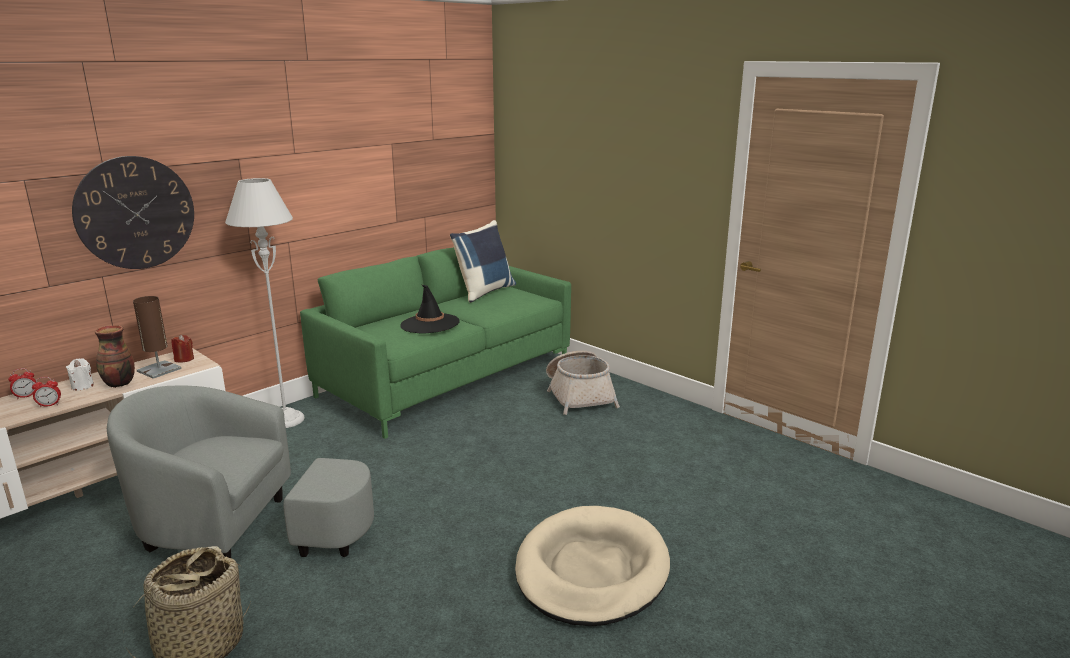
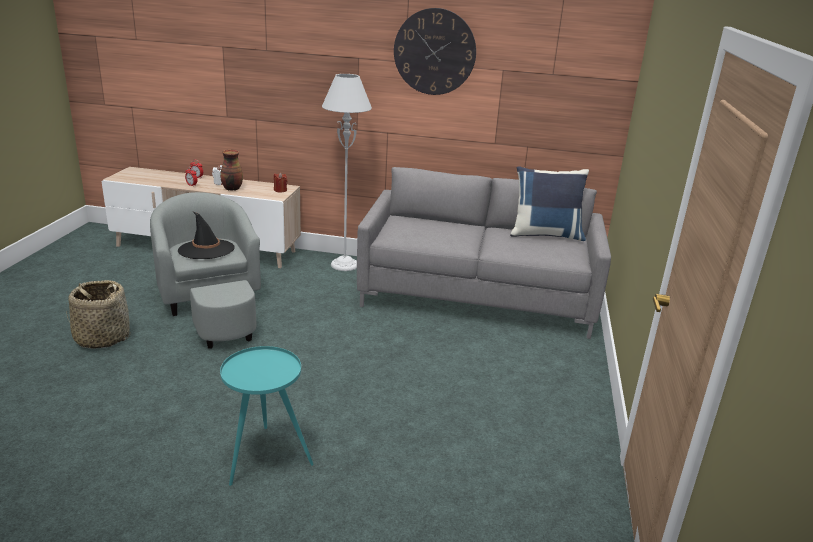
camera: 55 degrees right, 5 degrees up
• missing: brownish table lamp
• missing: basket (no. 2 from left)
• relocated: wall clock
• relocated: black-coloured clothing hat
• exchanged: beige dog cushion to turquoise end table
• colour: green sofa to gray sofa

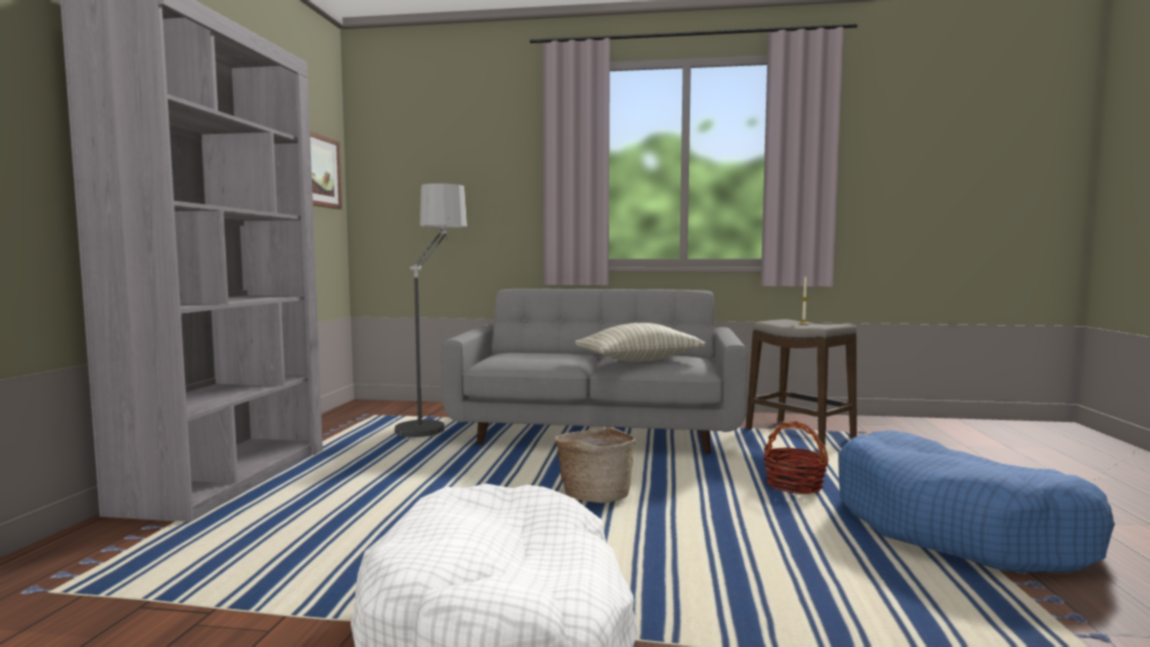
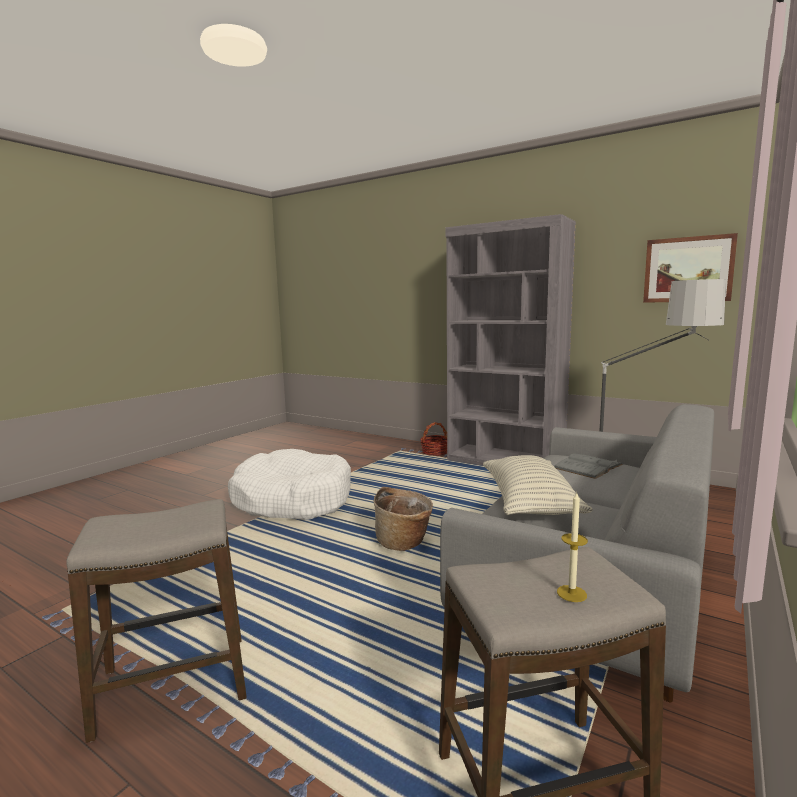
camera: 115 degrees right, 5 degrees up
• appeared: gray book
• relocated: basket (no. 2 from left)
• exchanged: blue dog cushion to stool seat (no. 1 from left)

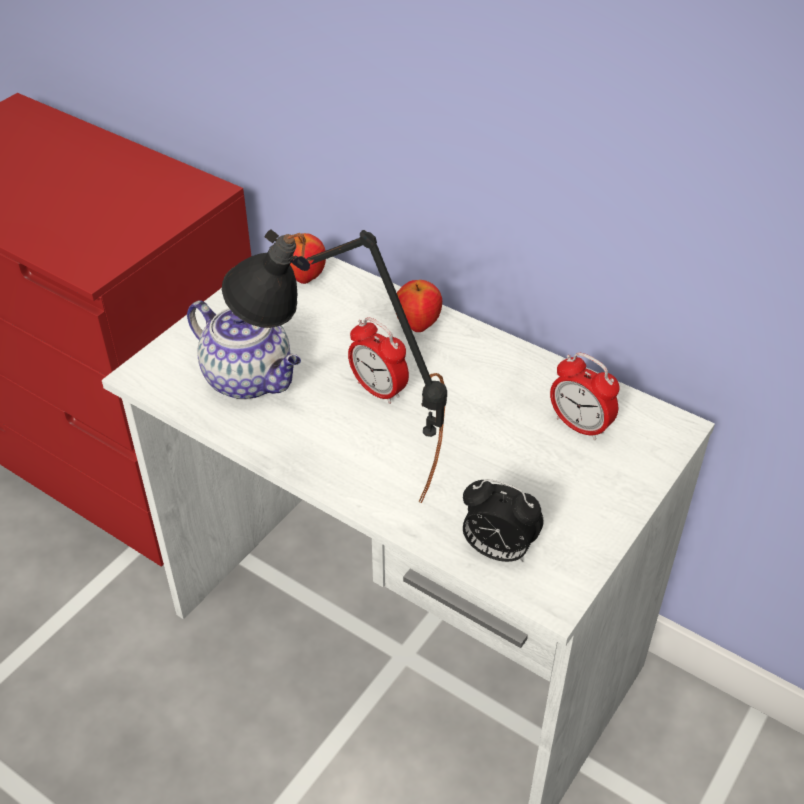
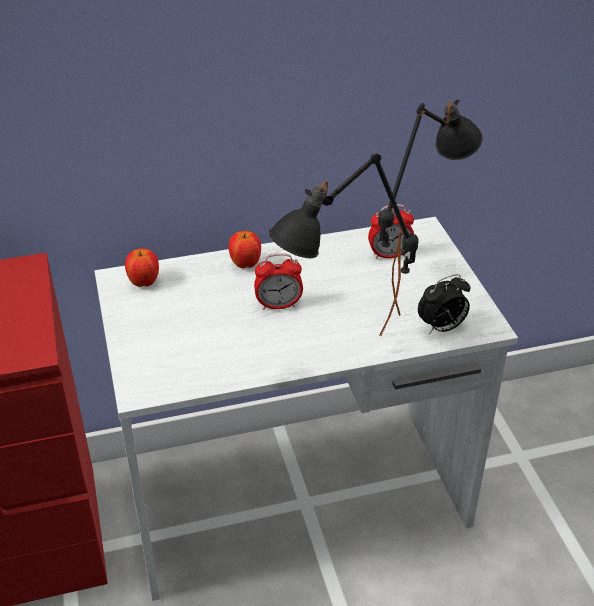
camera: 50 degrees left, 5 degrees down
• missing: pot for tea
• appeared: black-coloured table lamp (no. 2 from left)

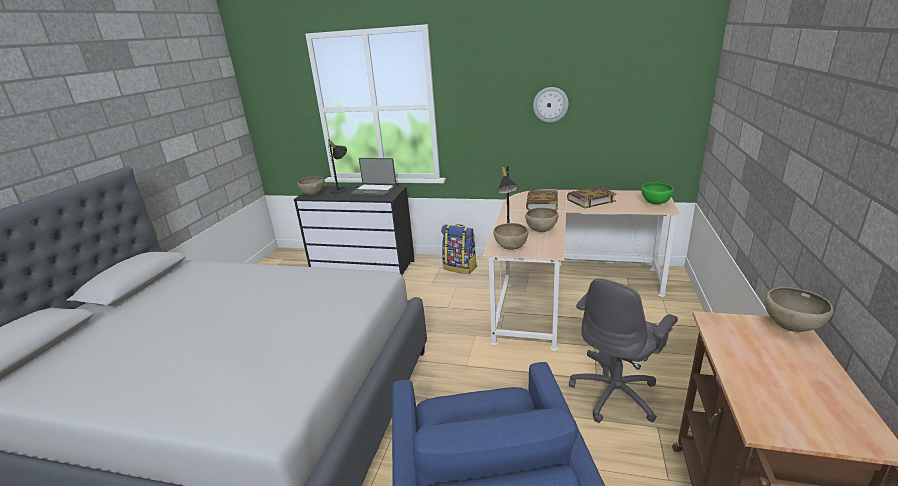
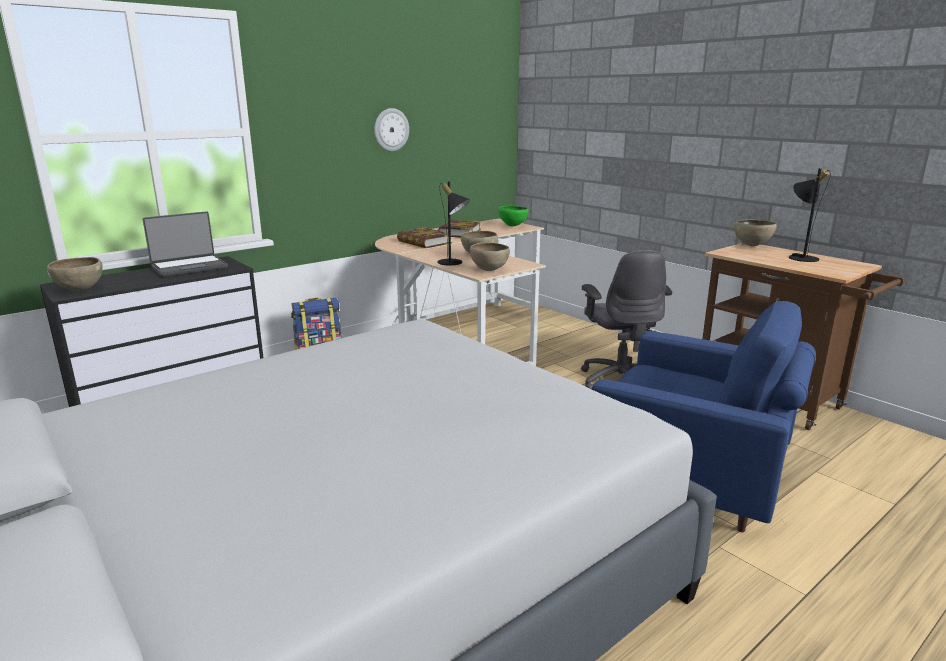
camera: 55 degrees left, 5 degrees down
• relocated: black-coloured table lamp (no. 1 from left in the first image) to black-coloured table lamp (no. 2 from left)

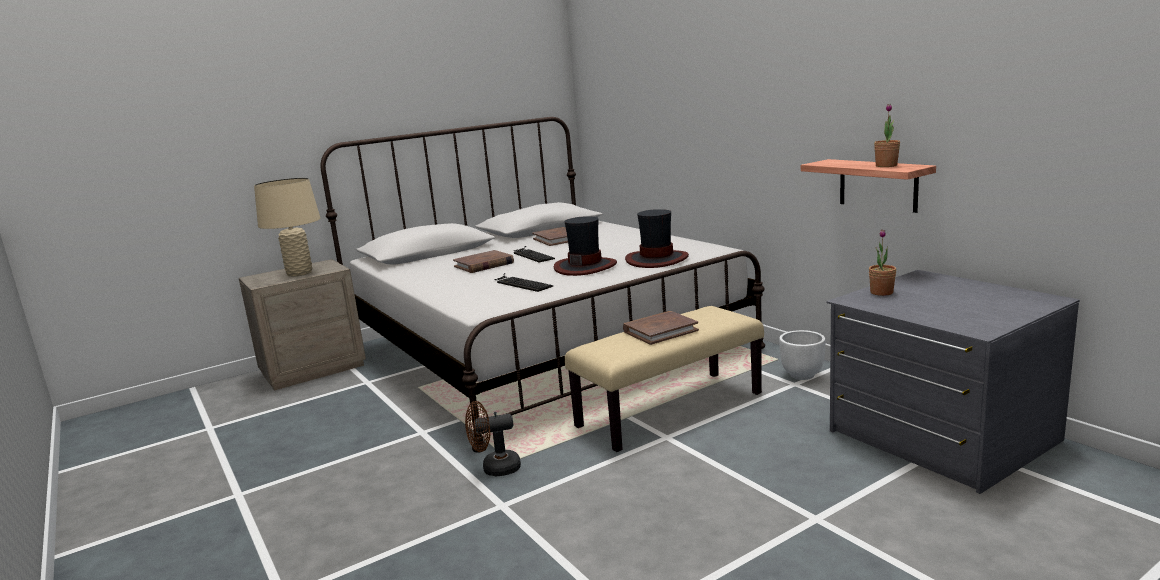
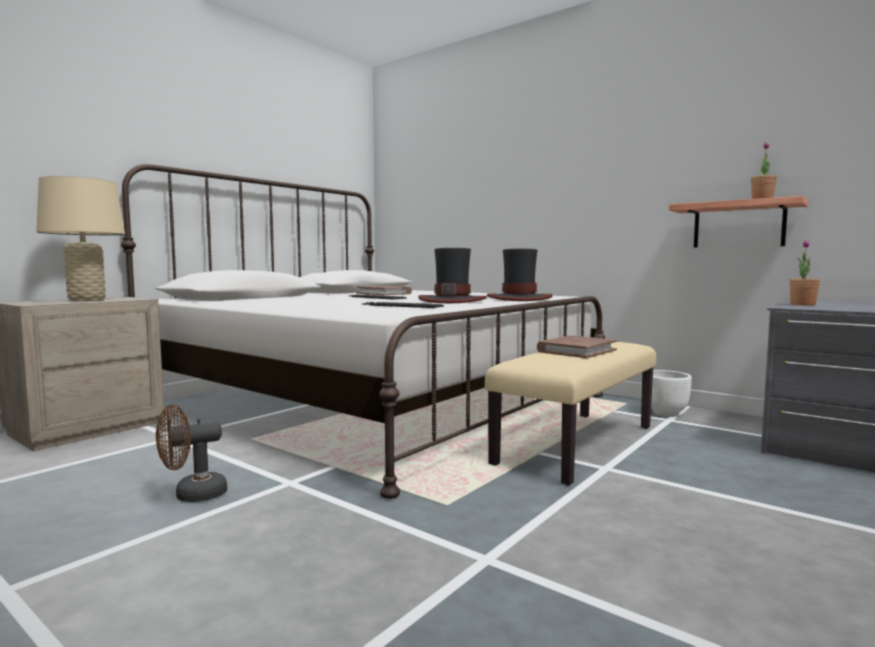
camera: 20 degrees left, 10 degrees down
• missing: brownish book (no. 1 from left)
• relocated: brownish fan

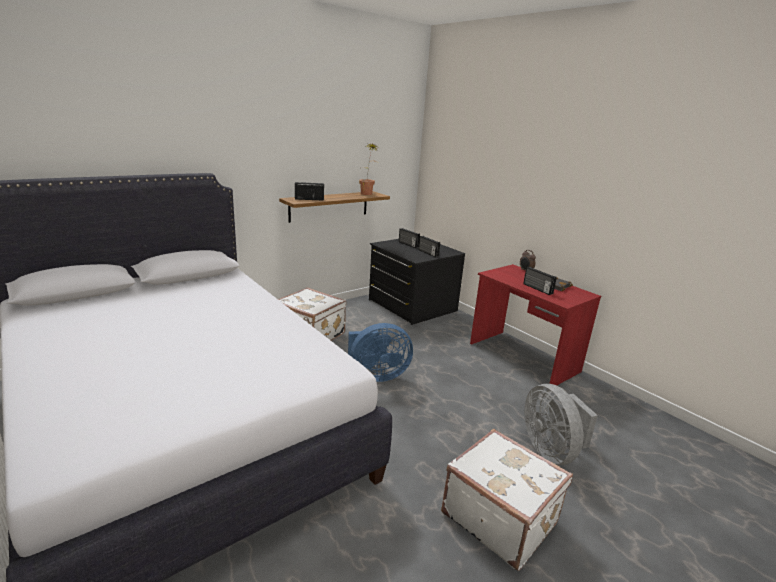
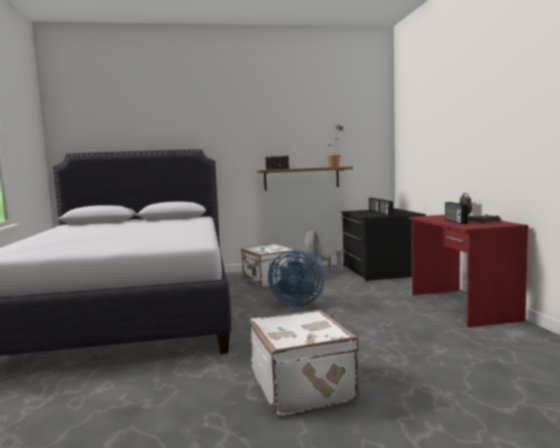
camera: 30 degrees right, 15 degrees down
• relocated: gray fan

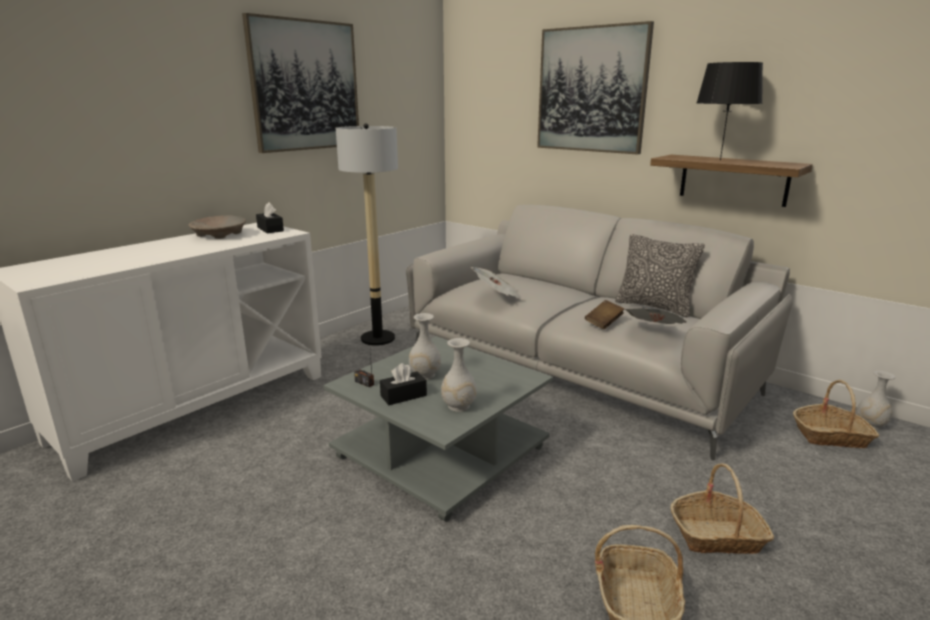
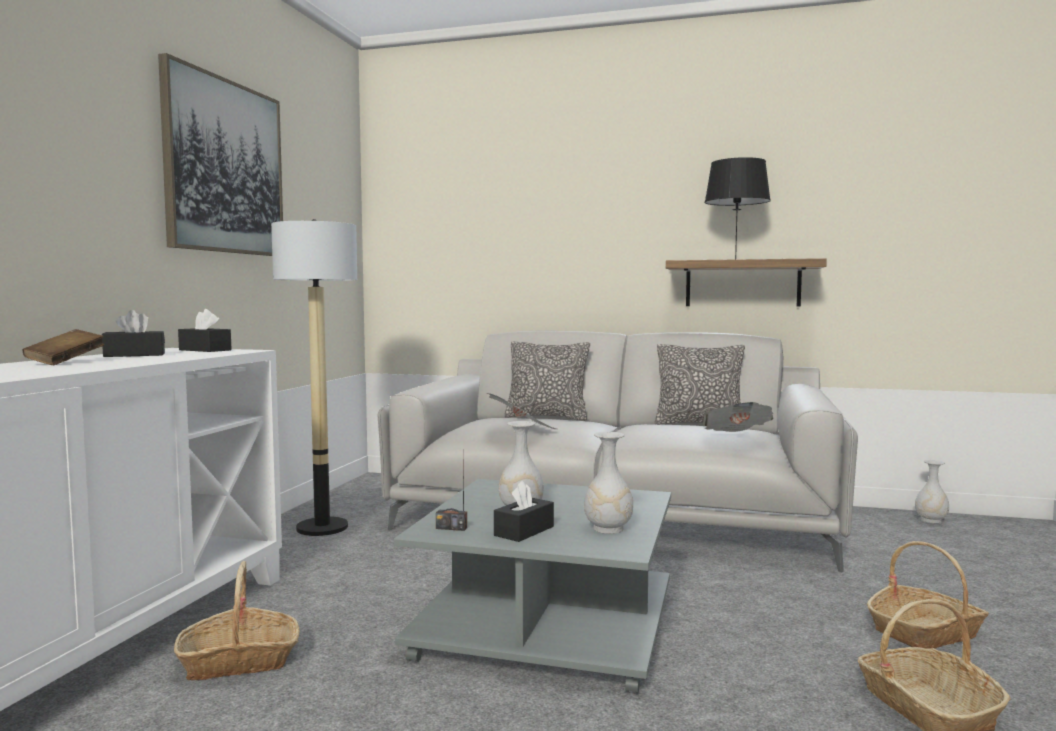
camera: 25 degrees left, 15 degrees down
• missing: wall art (no. 2 from left)
• appeared: cushion (no. 1 from left)
• relocated: brownish book
• relocated: basket (no. 3 from left in the first image) to basket (no. 1 from left)
• exchanged: beige serving bowl to black-coloured box of tissues (no. 1 from left)

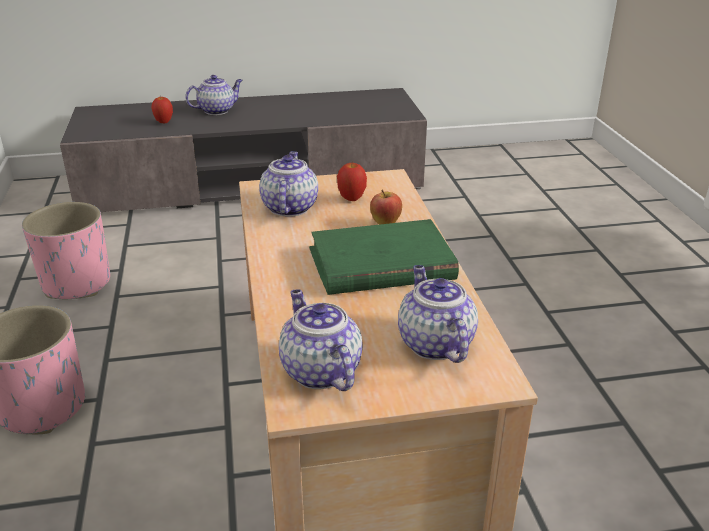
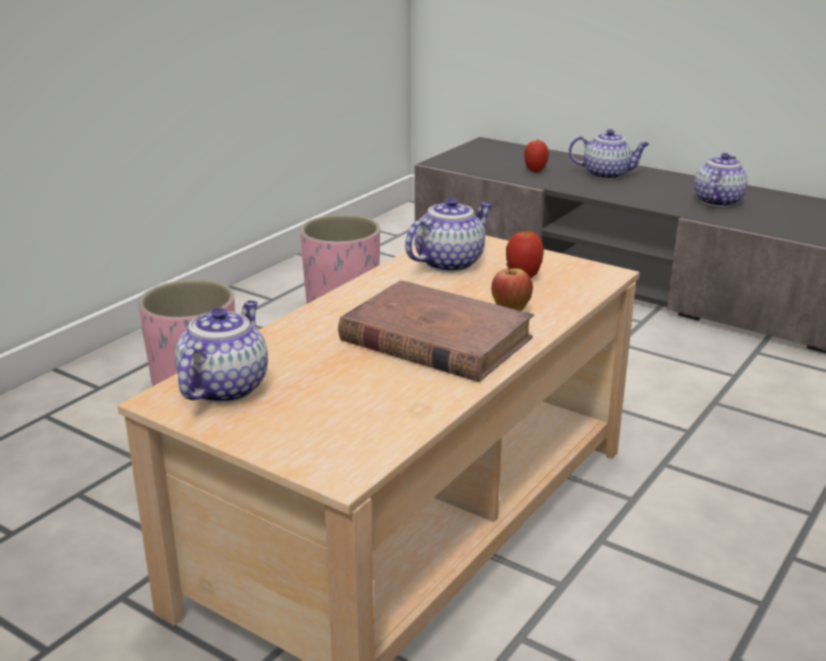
camera: 45 degrees right, 5 degrees down
• relocated: pot for tea (no. 4 from left)
• colour: green book to brownish book

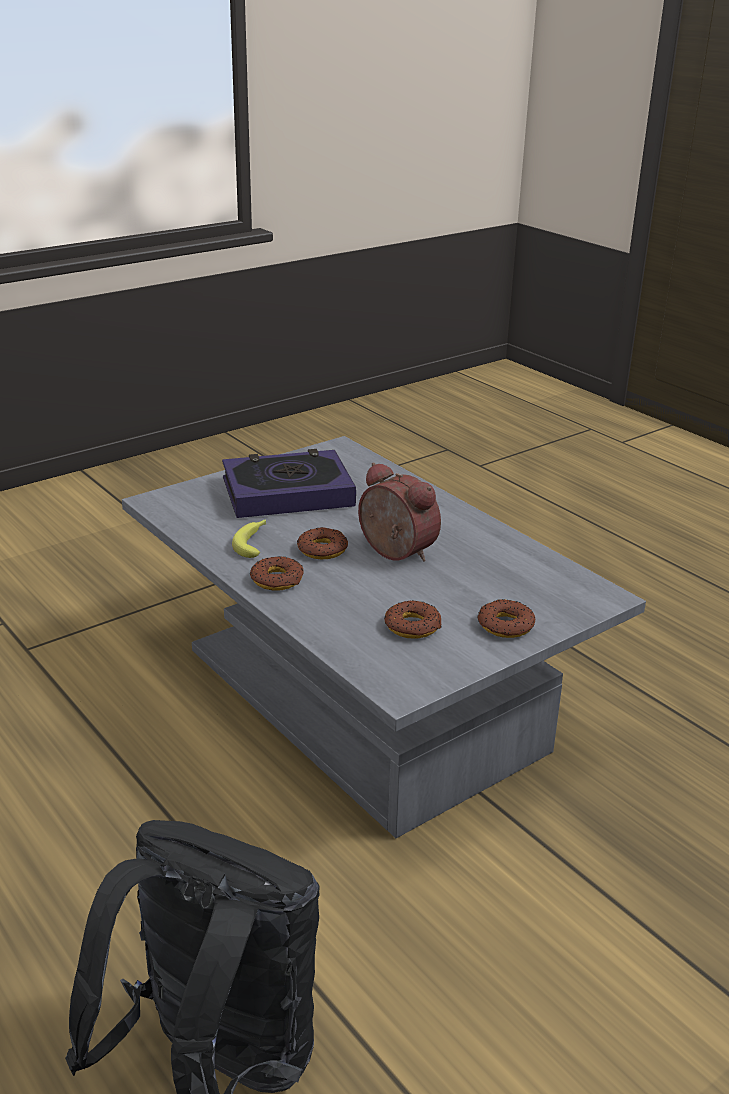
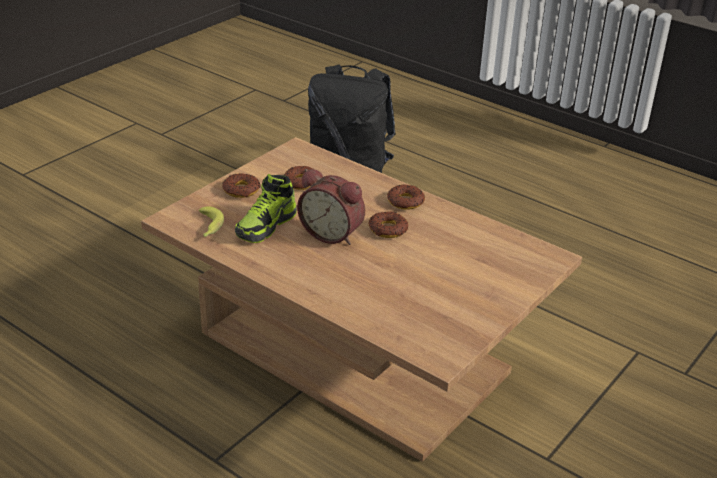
camera: 165 degrees right, 5 degrees up
• missing: book
• appeared: shoe
• relocated: banana fruit
• colour: gray coffee table to brownish coffee table

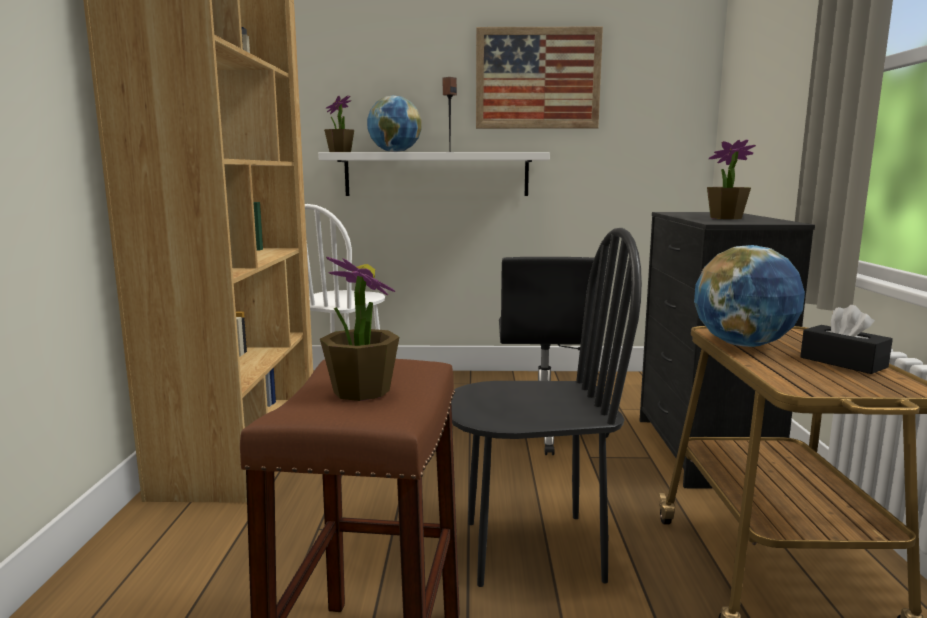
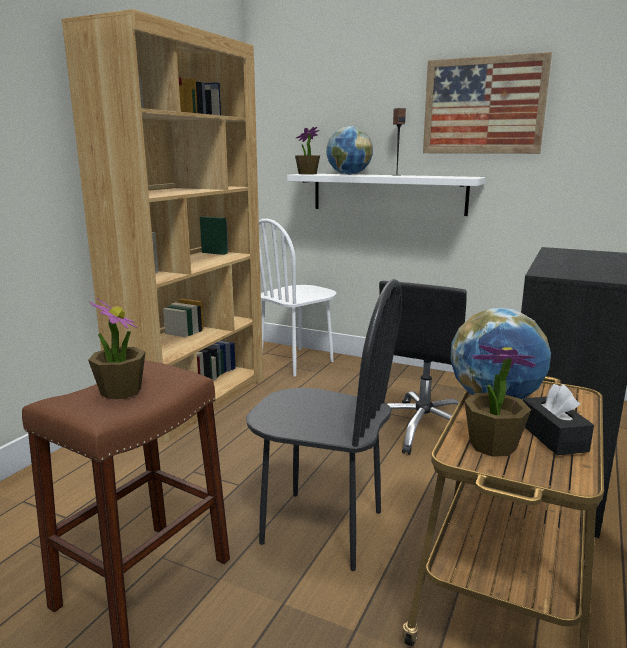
camera: 25 degrees right, 5 degrees up
• relocated: plant in a pot (no. 3 from left)

